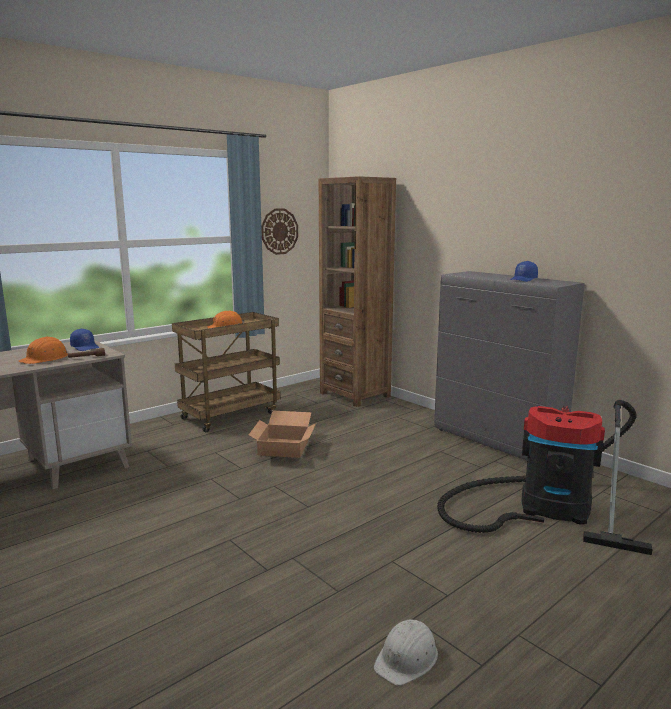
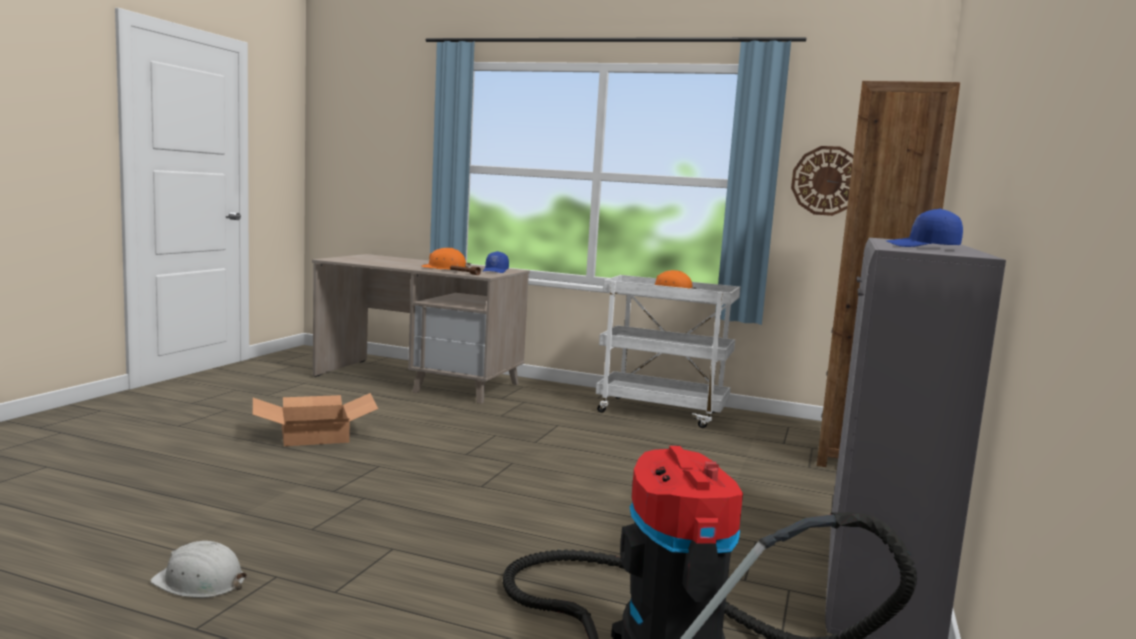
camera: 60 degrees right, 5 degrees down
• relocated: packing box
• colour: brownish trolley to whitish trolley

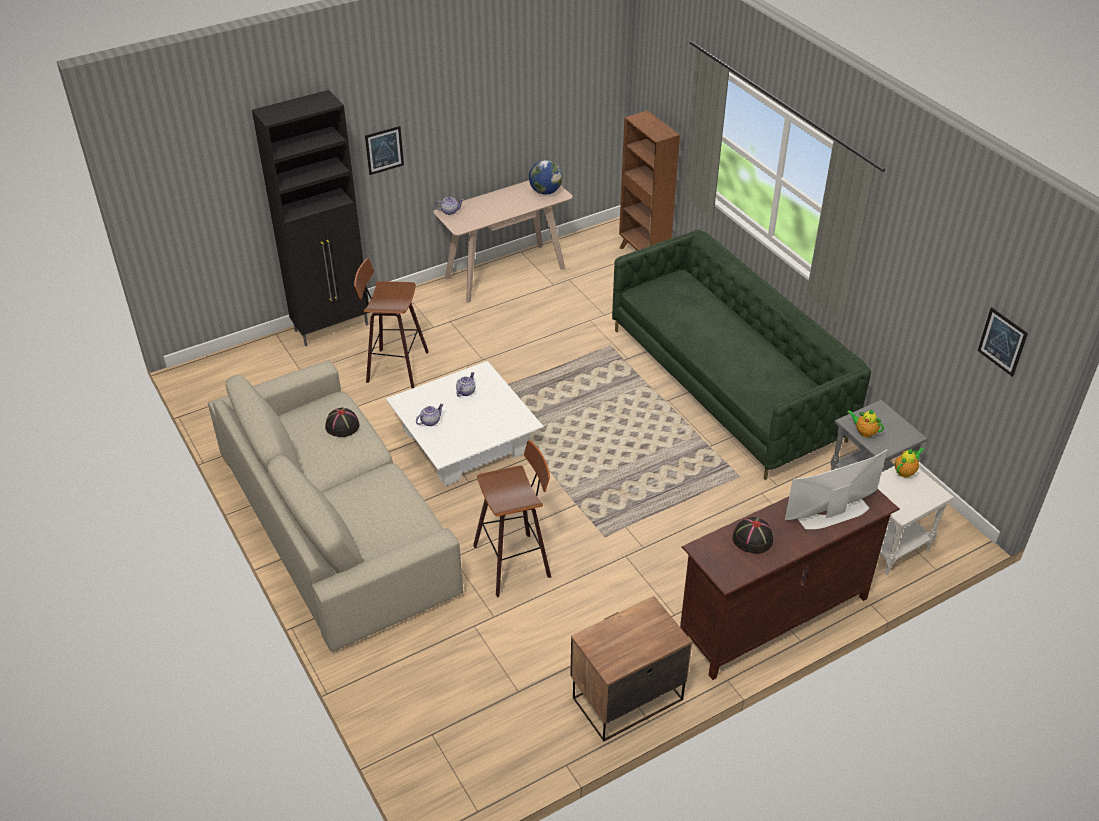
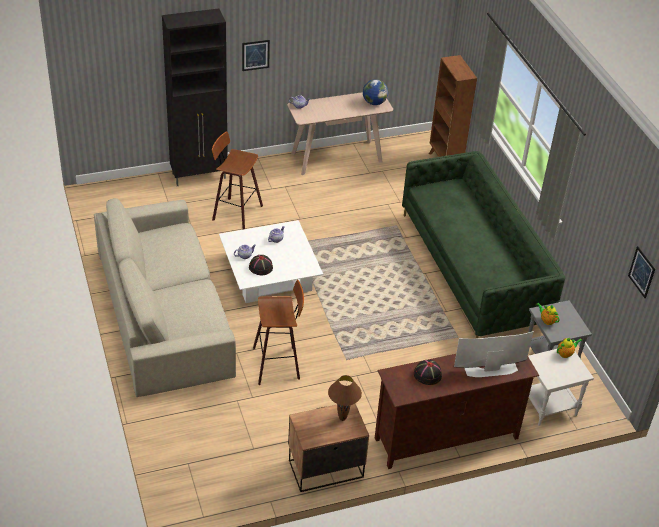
camera: 10 degrees right, 0 degrees up
• appeared: brownish table lamp
• relocated: black-coloured clothing hat (no. 1 from left)

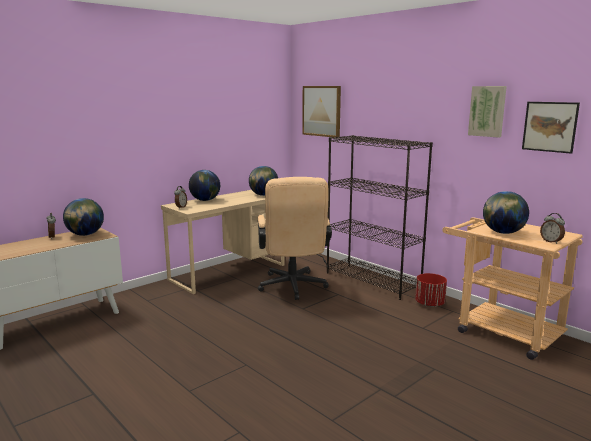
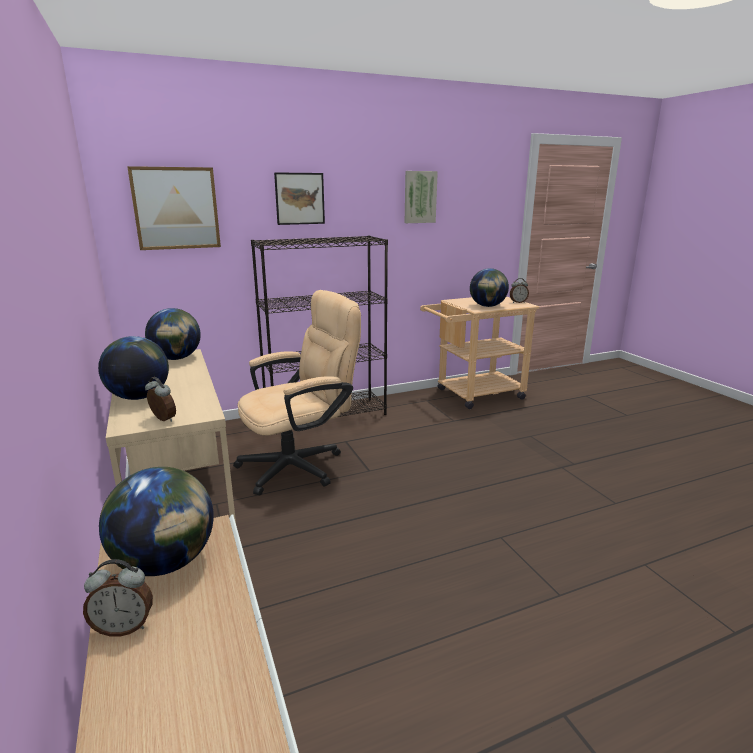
camera: 70 degrees left, 5 degrees up
• missing: red planter
• relocated: wall art (no. 3 from left in the first image) to wall art (no. 2 from left)
• spun: beige desk chair 45 degrees counterclockwise

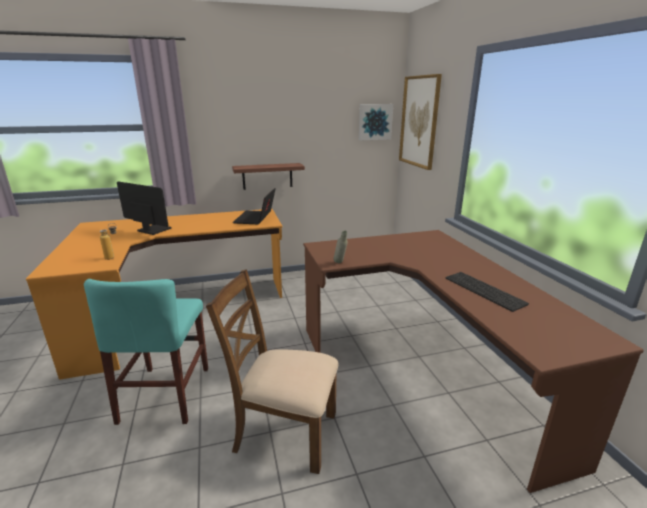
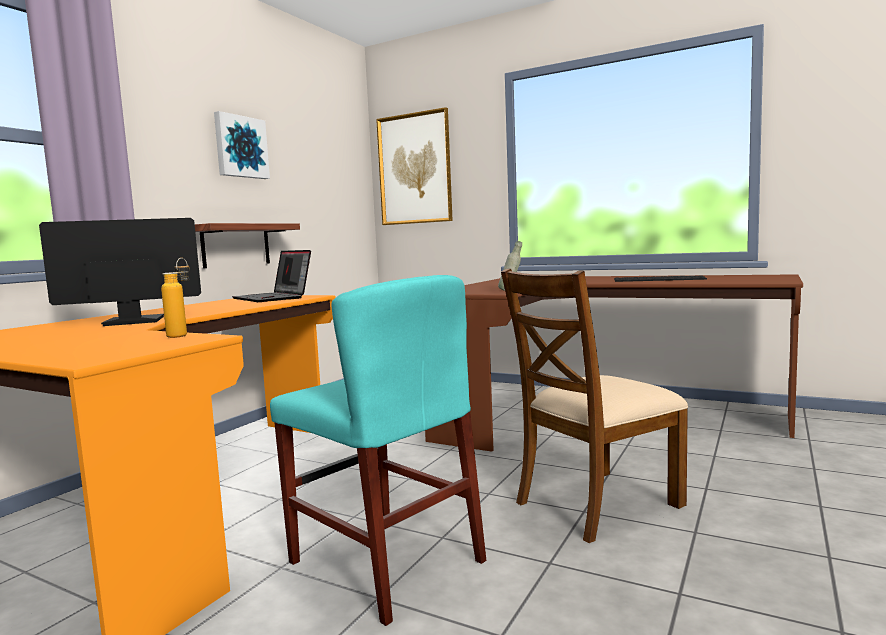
camera: 45 degrees left, 15 degrees down
• relocated: wall art (no. 1 from left)

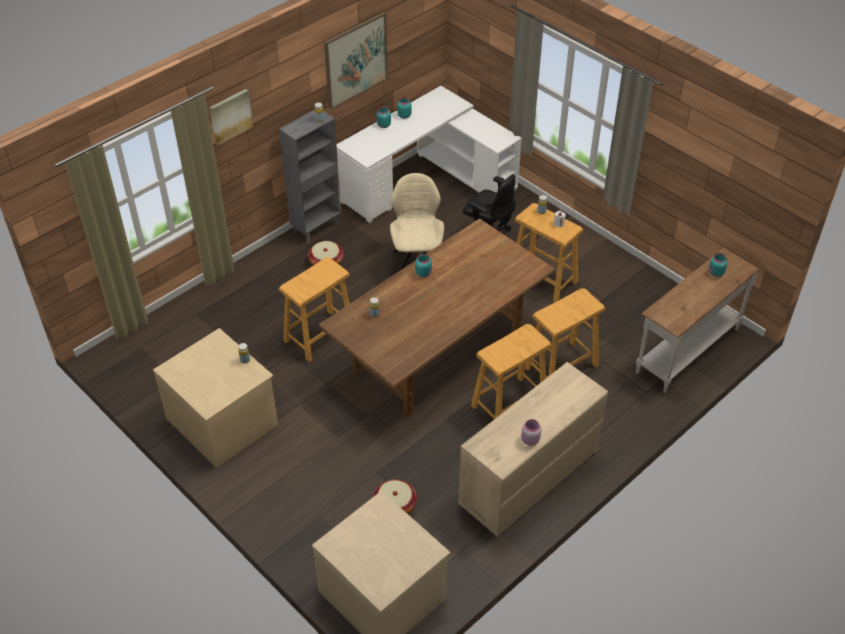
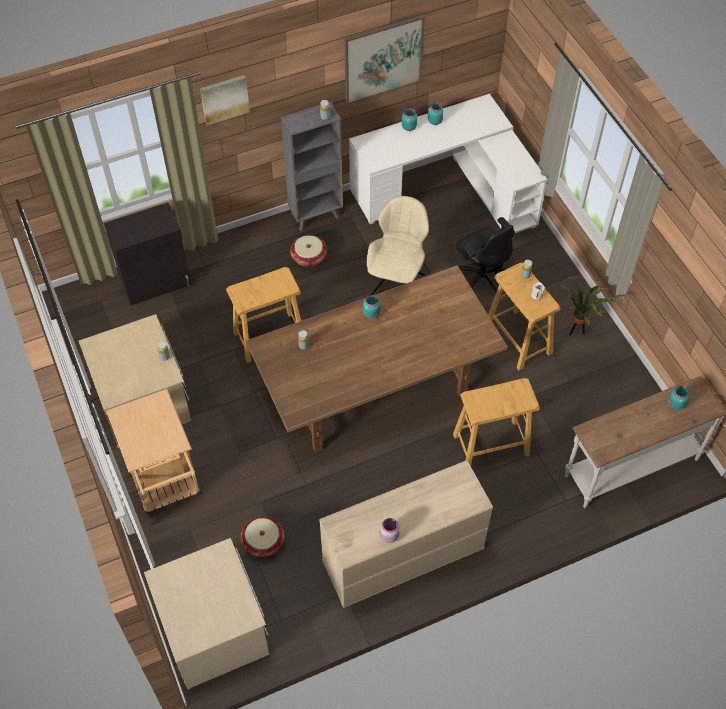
camera: 20 degrees right, 10 degrees up
• missing: beige stool seat (no. 2 from left)
• appeared: black-coloured storage cabinet
• appeared: beige trolley
• appeared: plant in a pot

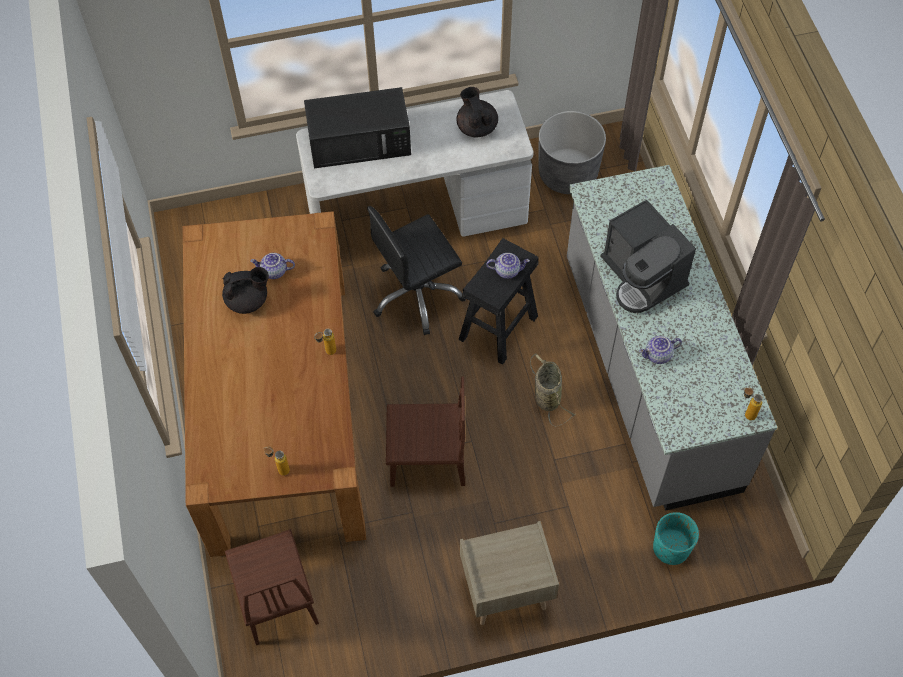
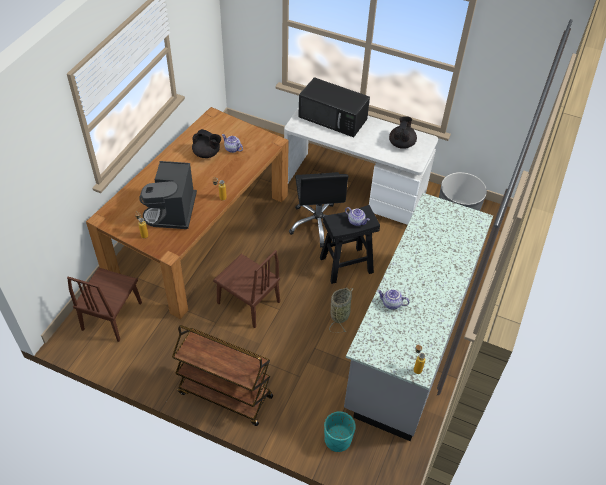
camera: 35 degrees right, 10 degrees down
• relocated: coffee machine
• exchanged: beige night table to brownish trolley
• spun: black-coloured desk chair 105 degrees counterclockwise

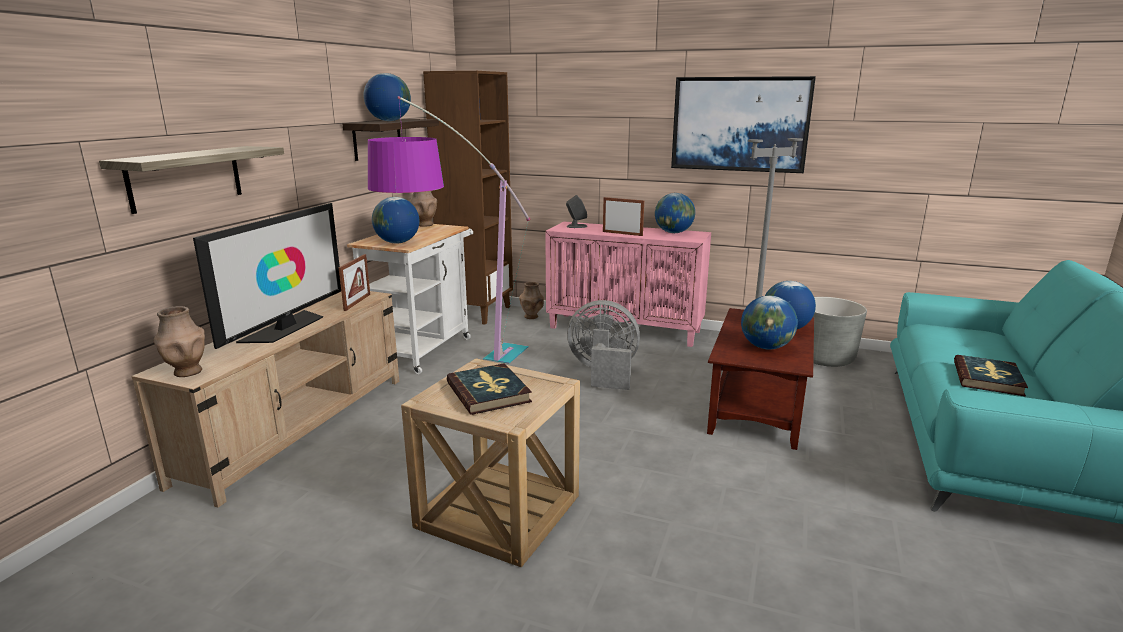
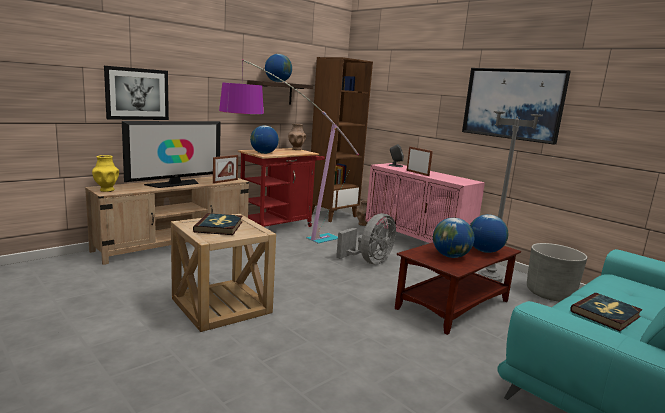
camera: 25 degrees right, 5 degrees down
• missing: globe (no. 3 from left)
• exchanged: bracket shelf (no. 1 from left) to wall art (no. 1 from left)
• colour: brownish decorative vase (no. 1 from left) to yellow-coloured decorative vase
• colour: whitish trolley to red trolley
• spun: gray fan 90 degrees clockwise

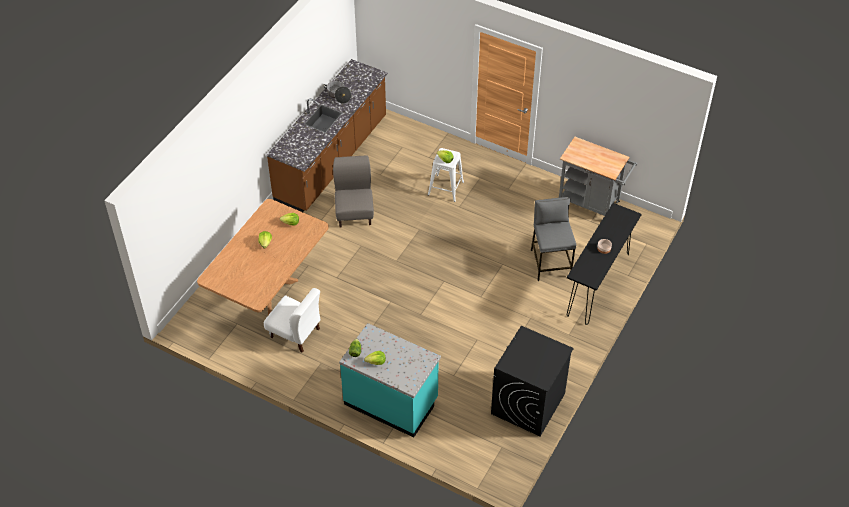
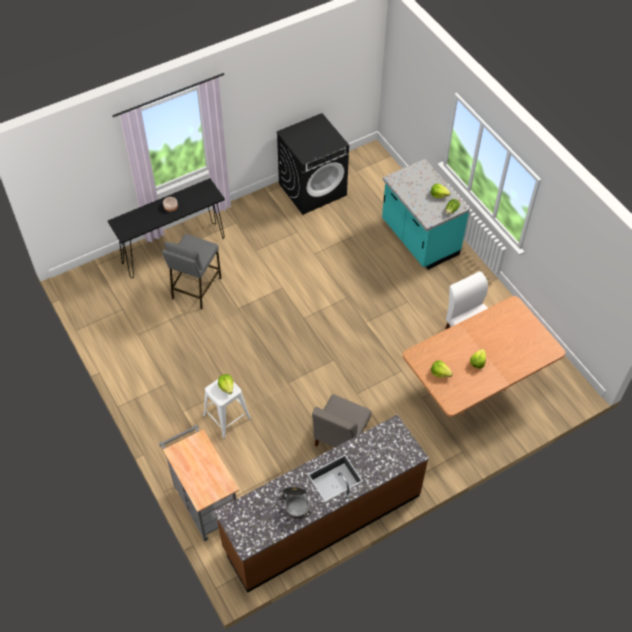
camera: 150 degrees left, 5 degrees up
• relocated: gray trolley

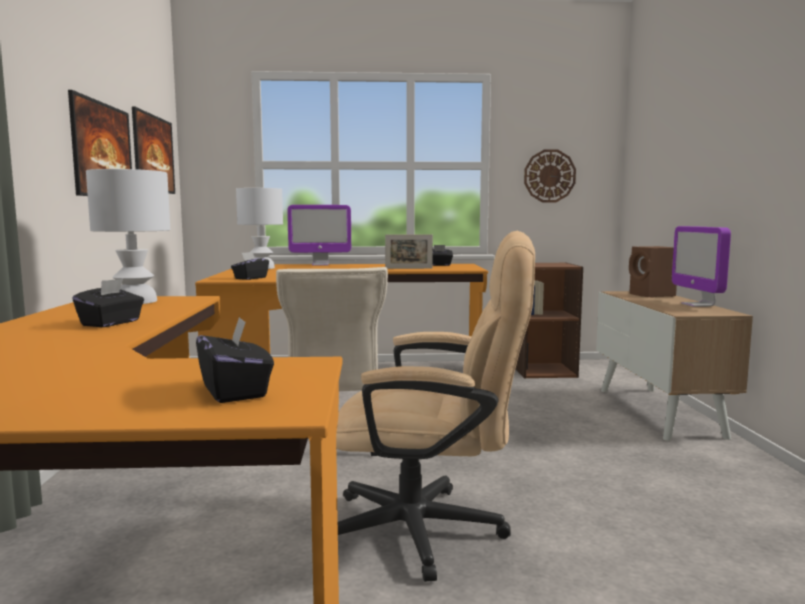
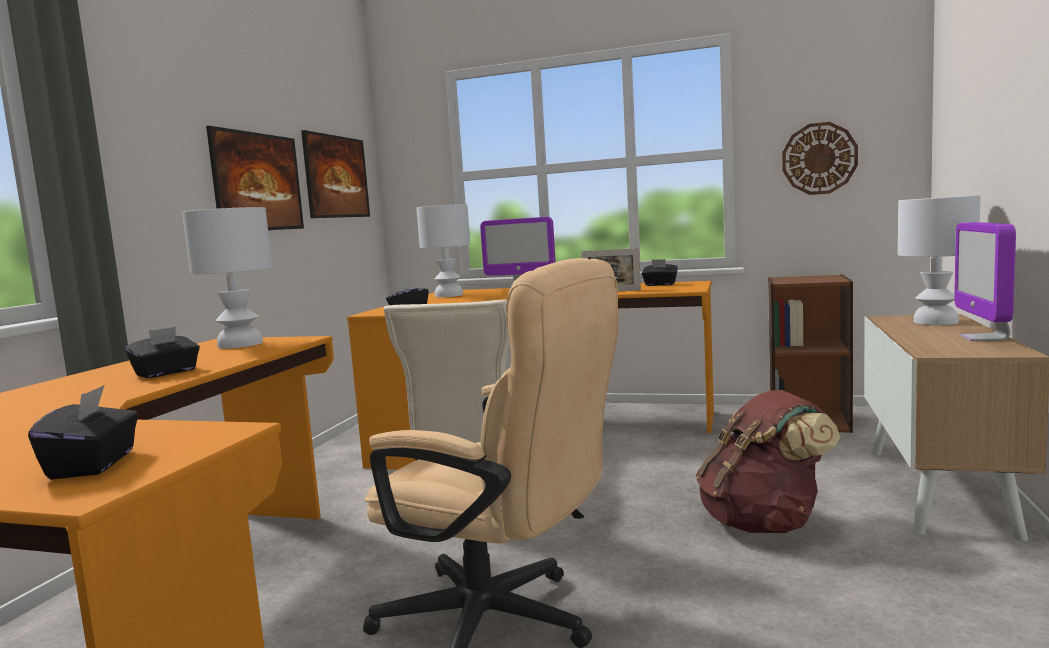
camera: 20 degrees right, 0 degrees up
• appeared: brownish knapsack
• exchanged: brownish audio speaker to whitish table lamp (no. 3 from left)

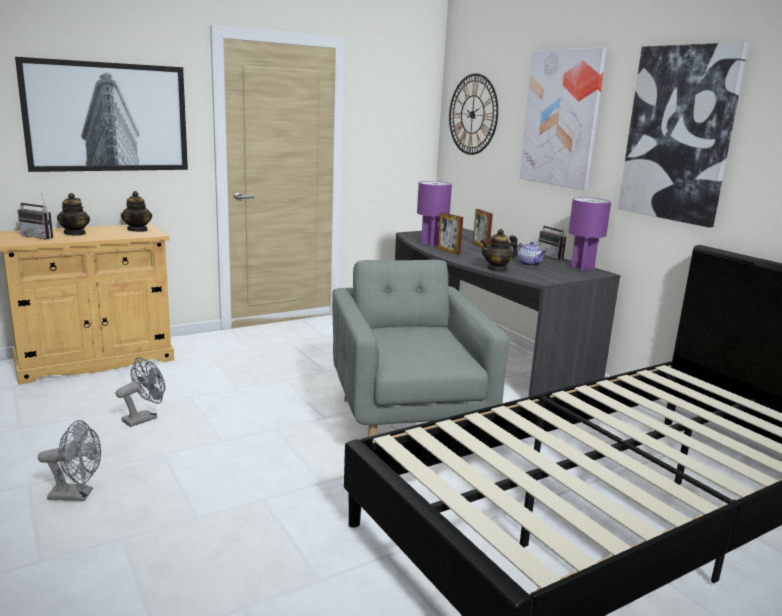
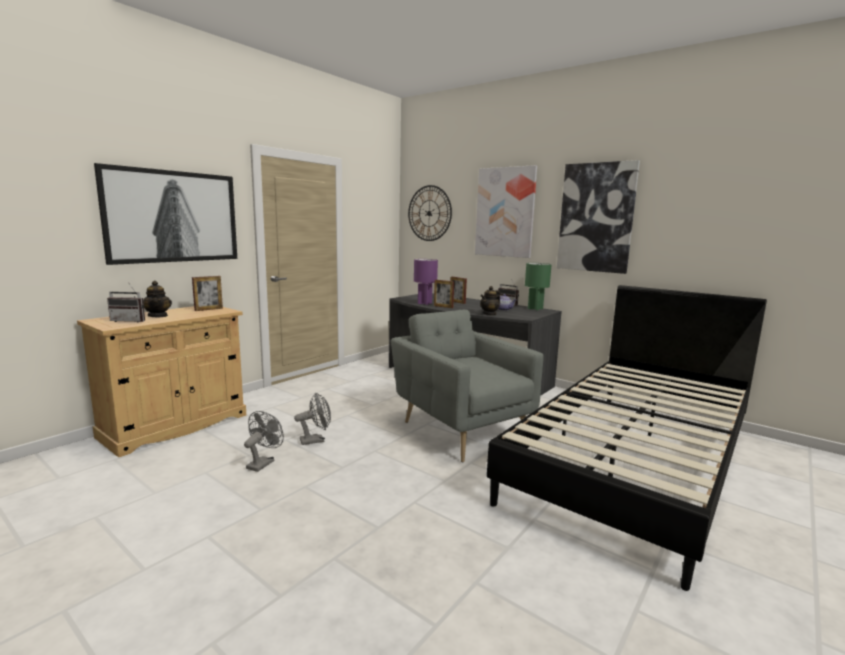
camera: 20 degrees left, 5 degrees down
• relocated: gray fan (no. 1 from left in the first image) to gray fan (no. 2 from left)
• exchanged: pot for tea (no. 2 from left) to picture frame (no. 1 from left)
• colour: purple table lamp (no. 2 from left) to green table lamp

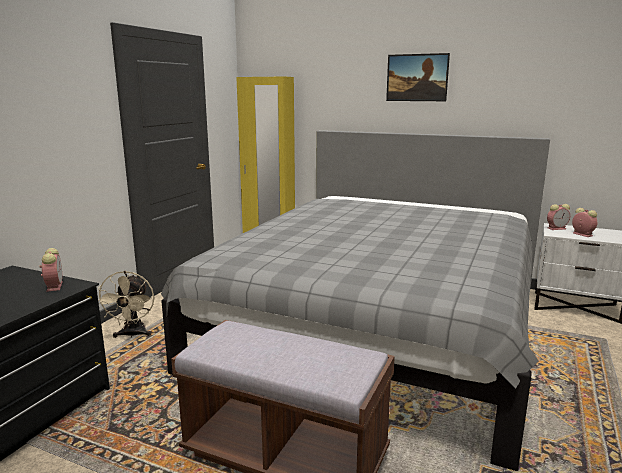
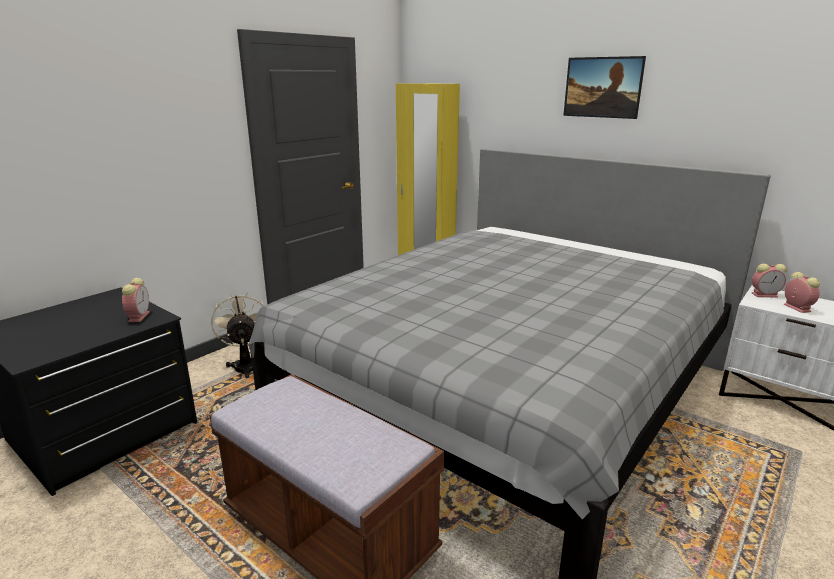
camera: 15 degrees right, 5 degrees up
• spun: beige fan 150 degrees clockwise

